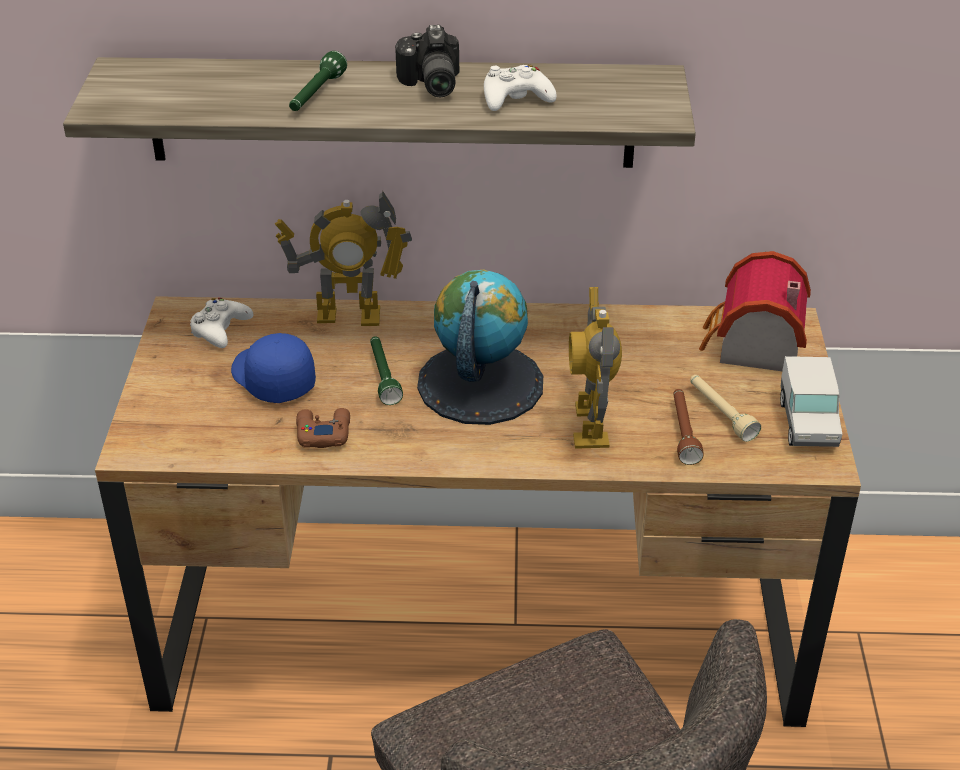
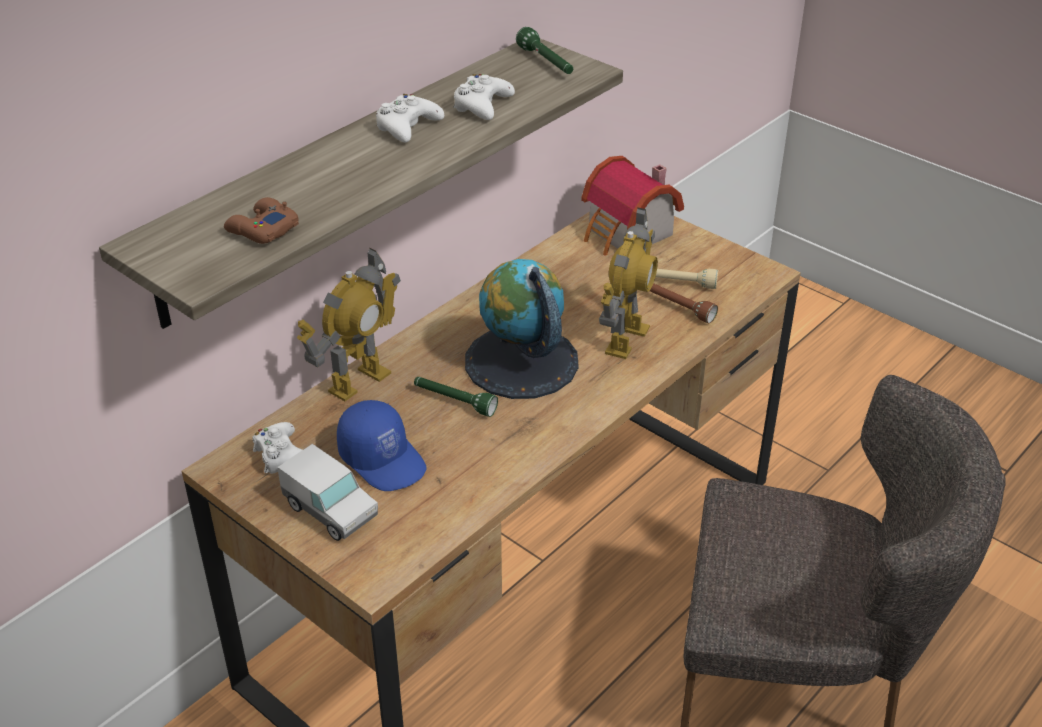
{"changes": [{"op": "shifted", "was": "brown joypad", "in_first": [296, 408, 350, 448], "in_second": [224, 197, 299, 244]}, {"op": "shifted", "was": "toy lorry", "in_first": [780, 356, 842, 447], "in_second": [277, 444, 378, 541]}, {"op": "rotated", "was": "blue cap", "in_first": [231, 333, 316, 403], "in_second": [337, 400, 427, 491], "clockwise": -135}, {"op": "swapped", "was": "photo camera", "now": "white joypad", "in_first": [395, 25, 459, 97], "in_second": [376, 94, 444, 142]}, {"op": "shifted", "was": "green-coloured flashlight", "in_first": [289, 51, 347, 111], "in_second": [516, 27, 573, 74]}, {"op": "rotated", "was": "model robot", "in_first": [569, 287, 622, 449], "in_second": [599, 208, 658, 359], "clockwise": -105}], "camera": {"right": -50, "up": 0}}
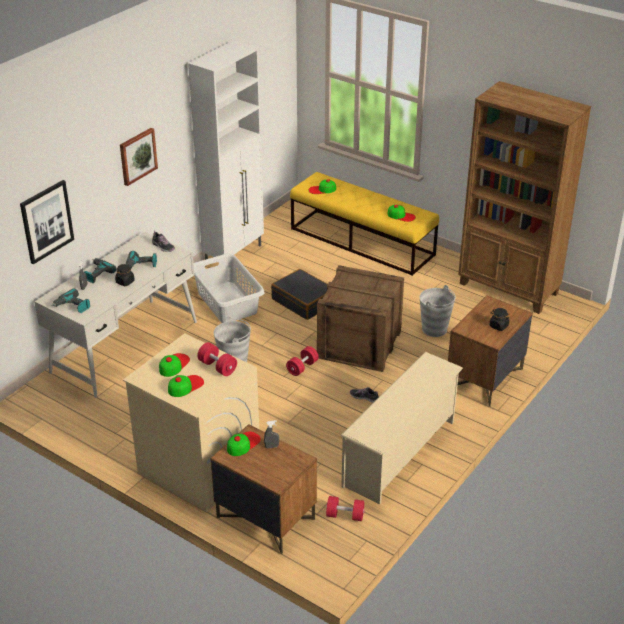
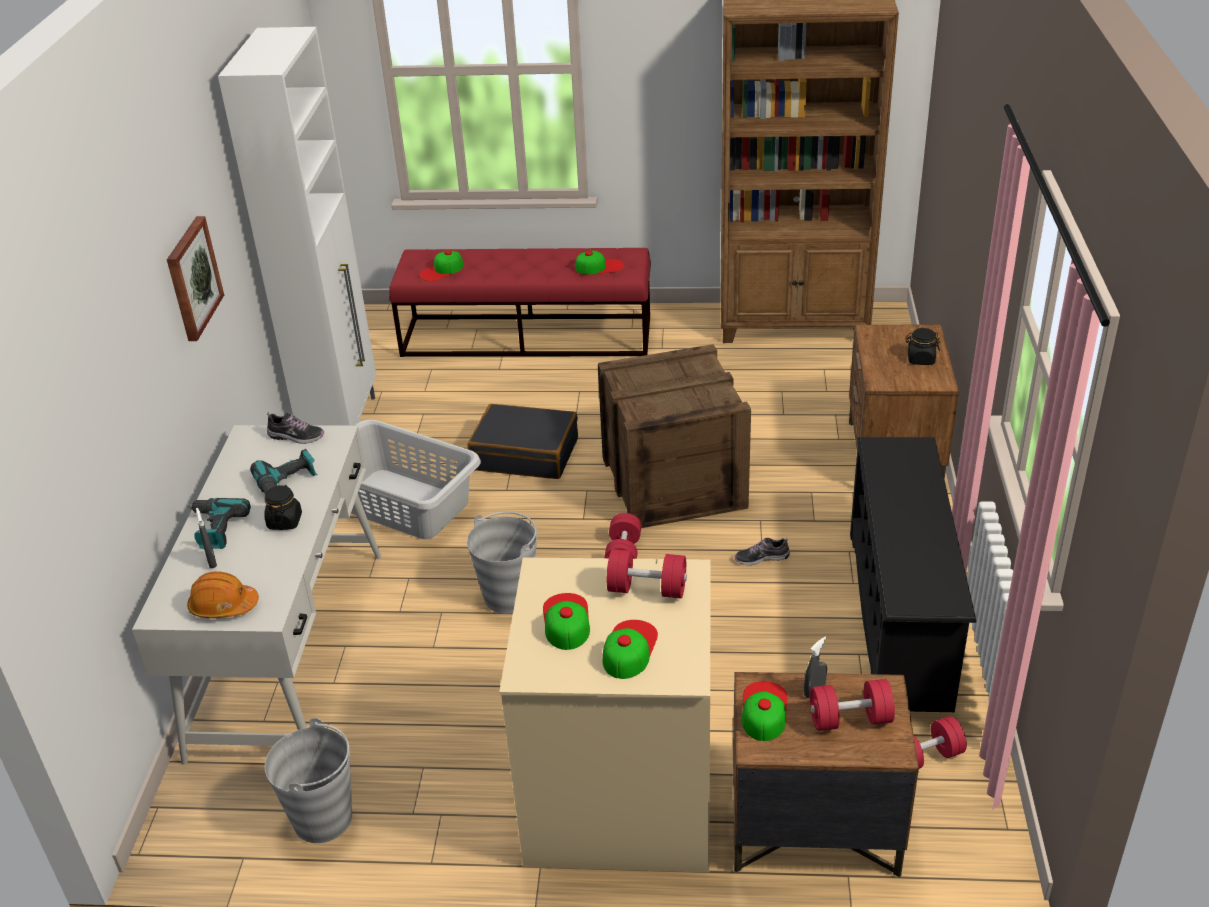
{"changes": [{"op": "swapped", "was": "power drill", "now": "orange hard hat", "in_first": [51, 288, 90, 313], "in_second": [187, 571, 259, 618]}, {"op": "shifted", "was": "gray water bucket", "in_first": [420, 285, 456, 337], "in_second": [265, 718, 352, 843]}, {"op": "repainted", "was": "yellow indoor bench", "now": "reddish indoor bench", "in_first": [290, 172, 439, 276], "in_second": [389, 248, 651, 357]}, {"op": "new", "now": "reddish hand weight", "in_second": [810, 679, 895, 731]}, {"op": "repainted", "was": "beige-coloured shoe shelf", "now": "blackish shoe shelf", "in_first": [340, 352, 463, 505], "in_second": [850, 437, 976, 712]}, {"op": "gone", "was": "picture", "in_first": [20, 180, 74, 264]}], "camera": {"right": -30, "up": 0}}
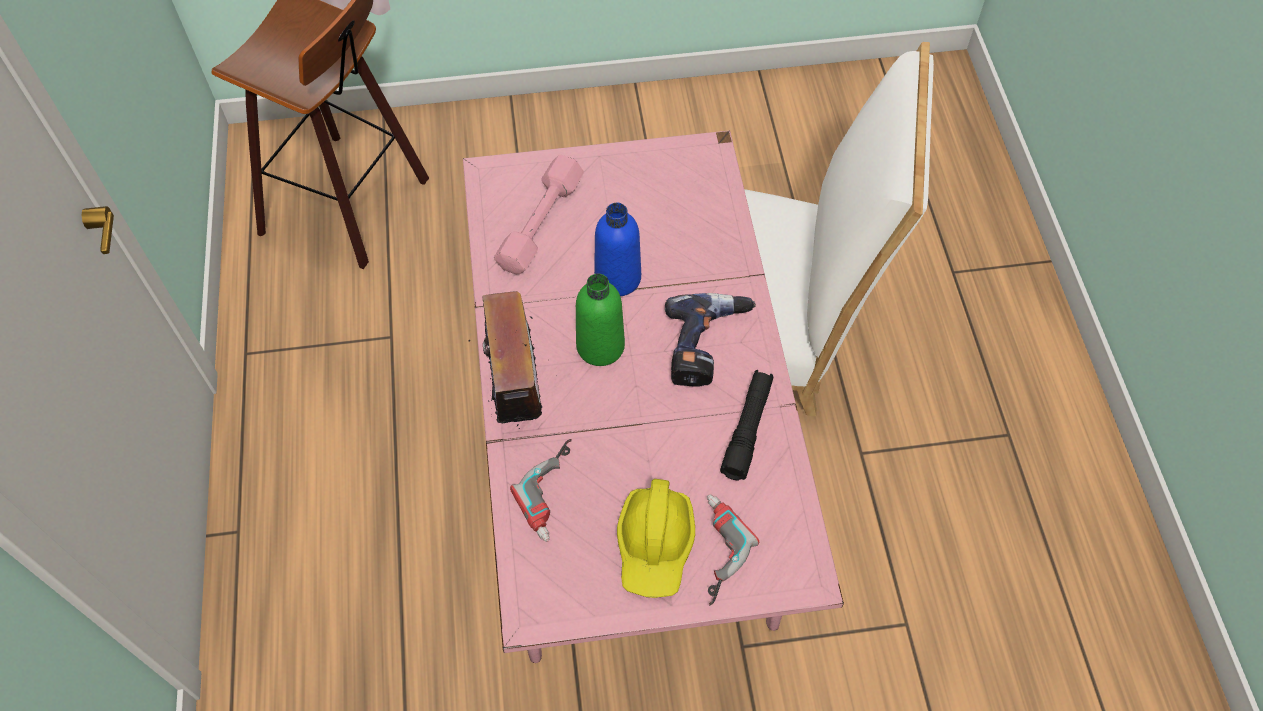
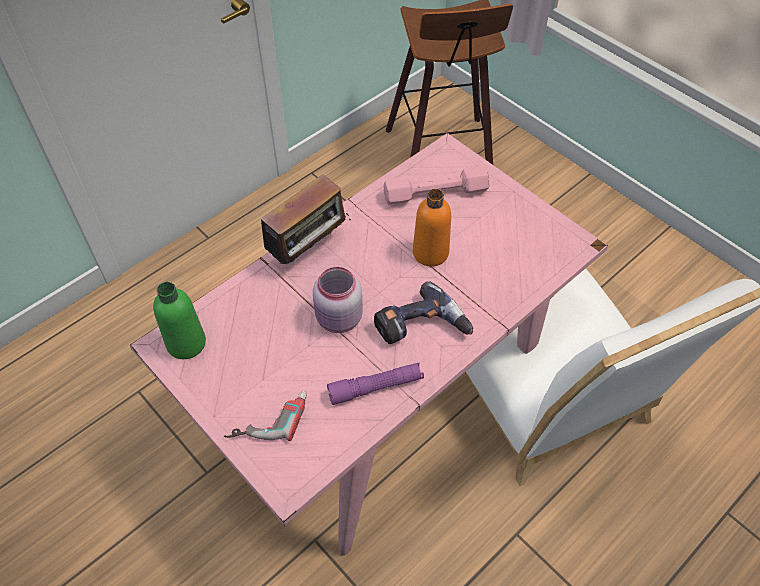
{"changes": [{"op": "shifted", "was": "green-coloured drink bottle", "in_first": [576, 273, 625, 366], "in_second": [153, 282, 206, 359]}, {"op": "new", "now": "pink-coloured preserve jar", "in_second": [313, 267, 363, 333]}, {"op": "repainted", "was": "blackish flashlight", "now": "purplish flashlight", "in_first": [720, 370, 774, 481], "in_second": [327, 362, 424, 405]}, {"op": "repainted", "was": "blue drink bottle", "now": "orange drink bottle", "in_first": [594, 203, 641, 296], "in_second": [413, 189, 451, 267]}, {"op": "gone", "was": "power drill", "in_first": [510, 439, 572, 542]}, {"op": "gone", "was": "yellow hard hat", "in_first": [617, 479, 695, 598]}], "camera": {"right": 55, "up": -5}}
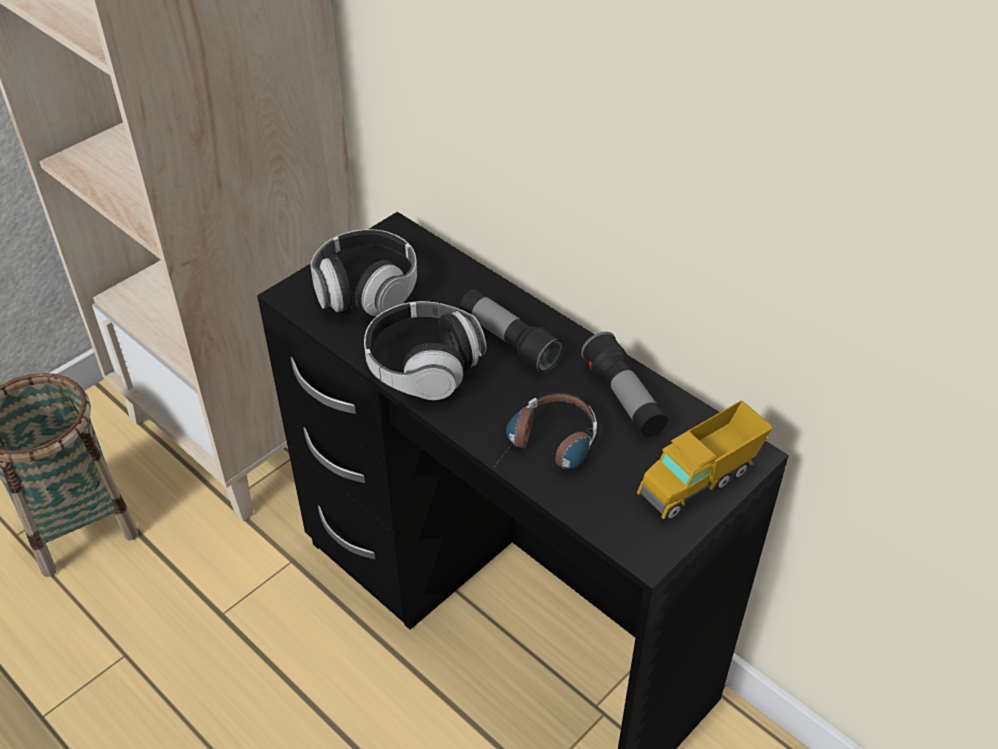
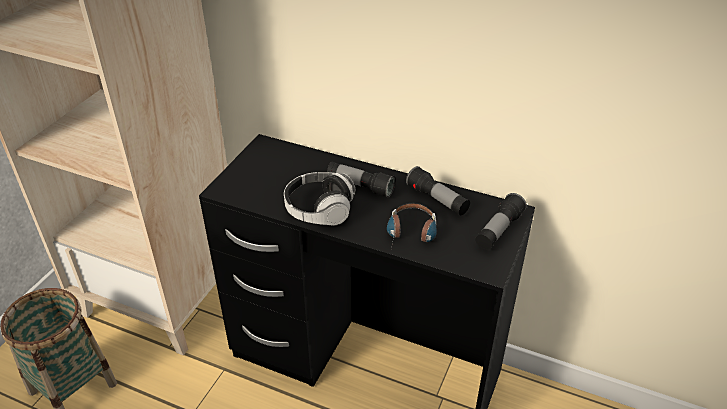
{"changes": [{"op": "swapped", "was": "toy lorry", "now": "flashlight", "in_first": [637, 400, 773, 521], "in_second": [475, 193, 527, 250]}, {"op": "gone", "was": "pair of headphones", "in_first": [310, 229, 417, 316]}], "camera": {"right": -20, "up": -5}}
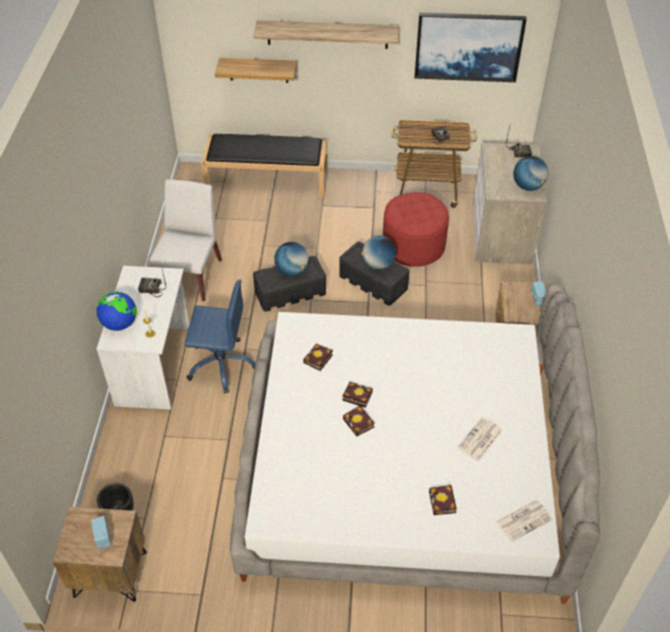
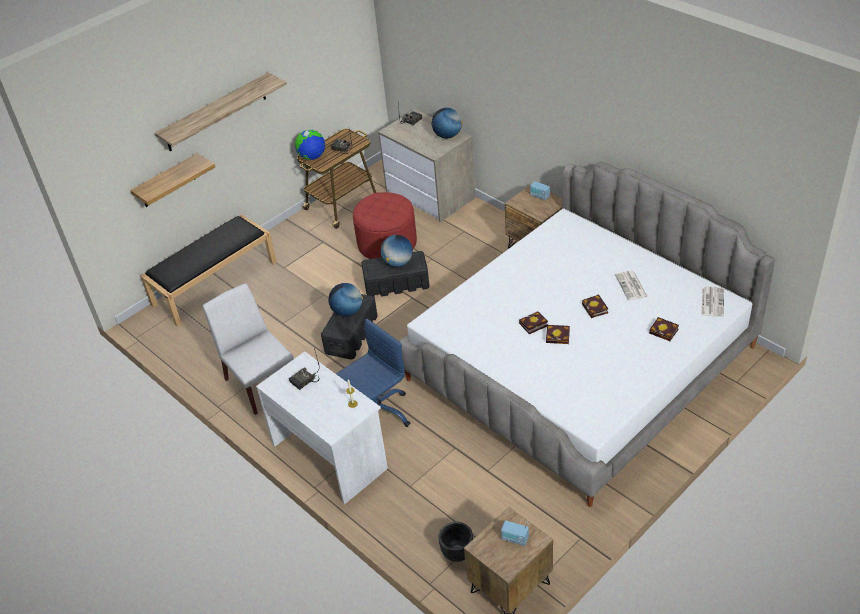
{"changes": [{"op": "shifted", "was": "world globe", "in_first": [96, 292, 137, 331], "in_second": [295, 130, 325, 160]}, {"op": "shifted", "was": "volume", "in_first": [303, 344, 333, 371], "in_second": [582, 294, 608, 318]}, {"op": "gone", "was": "picture", "in_first": [415, 13, 527, 82]}], "camera": {"right": -45, "up": -5}}
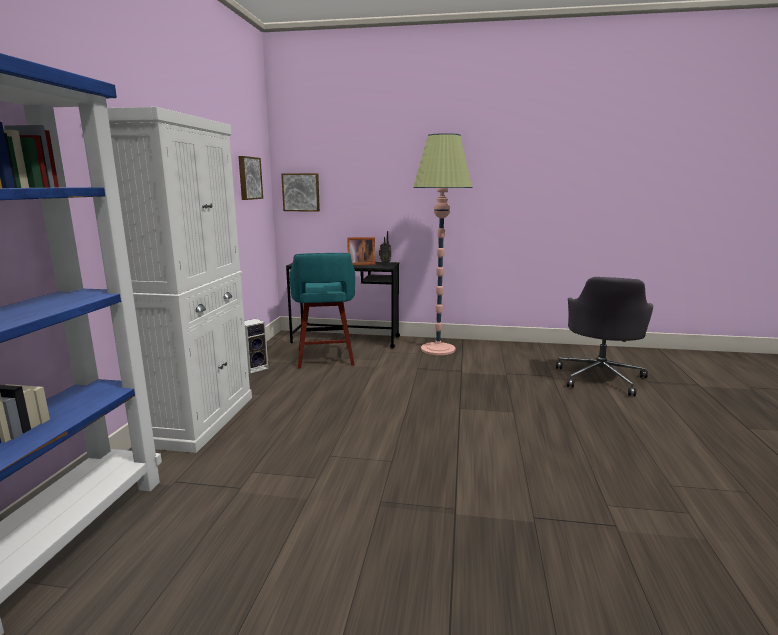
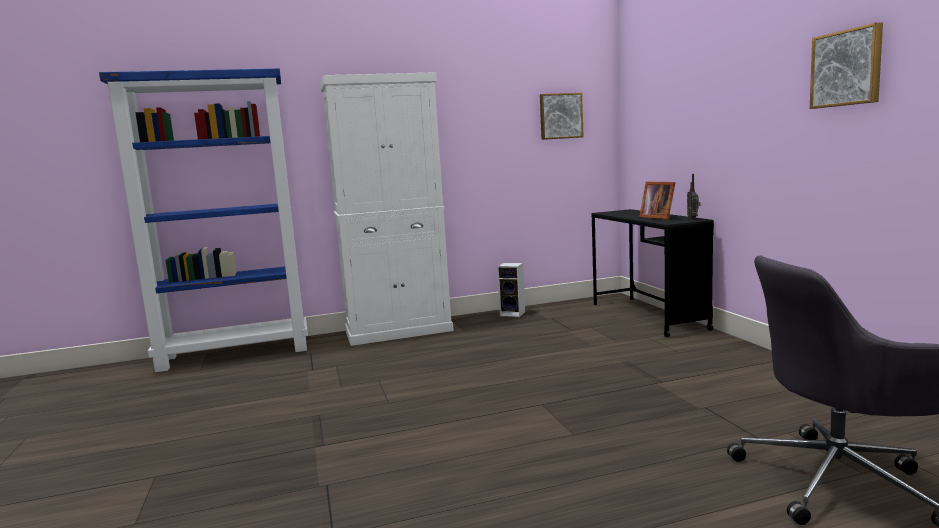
{"changes": [{"op": "shifted", "was": "picture", "in_first": [281, 173, 320, 212], "in_second": [810, 23, 883, 109]}, {"op": "gone", "was": "turquoise sitting stool", "in_first": [289, 253, 355, 368]}, {"op": "gone", "was": "floor lamp", "in_first": [413, 133, 472, 355]}], "camera": {"right": 65, "up": -5}}
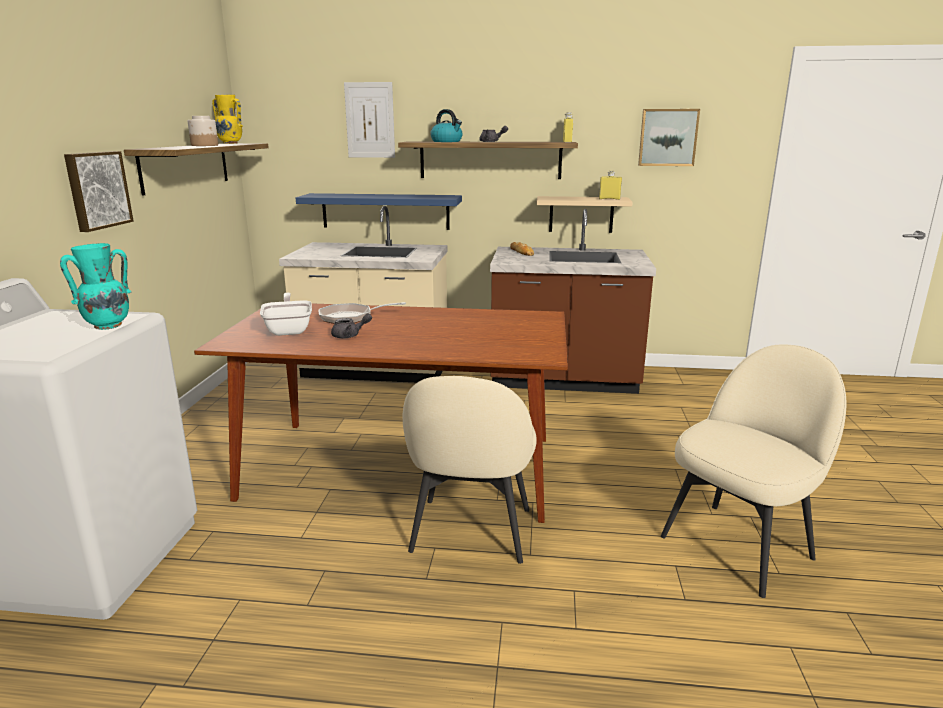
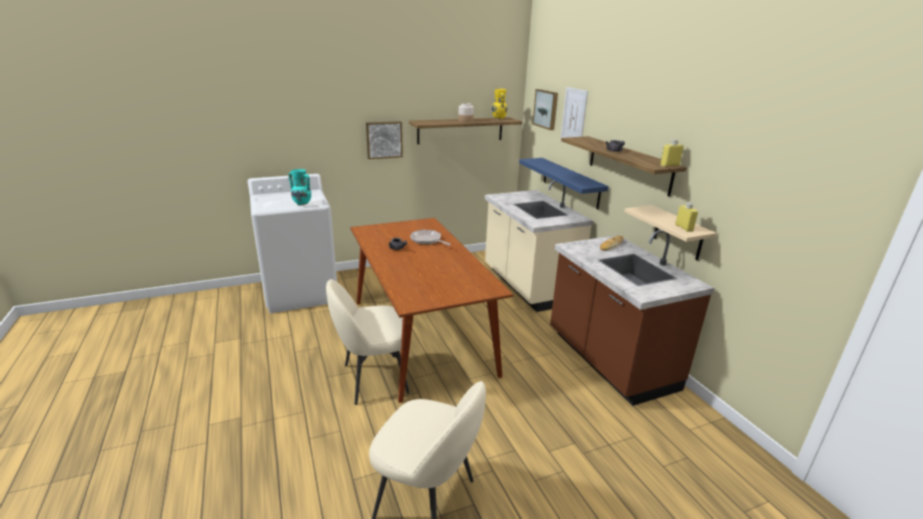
{"changes": [{"op": "shifted", "was": "picture", "in_first": [638, 109, 700, 166], "in_second": [533, 89, 558, 130]}, {"op": "gone", "was": "skillet", "in_first": [260, 293, 312, 336]}, {"op": "gone", "was": "kettle", "in_first": [430, 109, 463, 142]}], "camera": {"right": 60, "up": 5}}
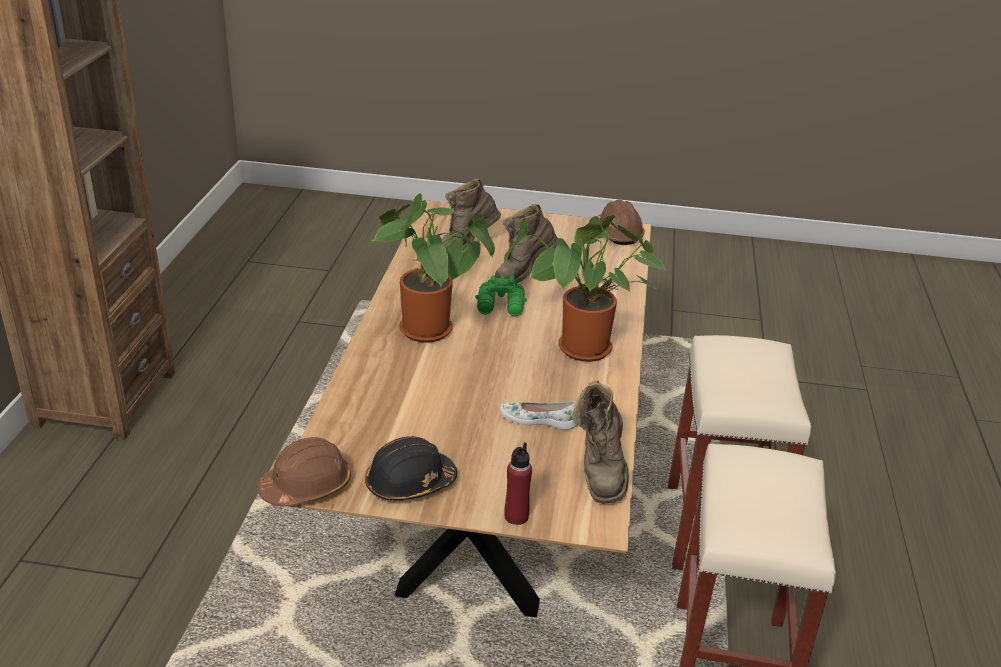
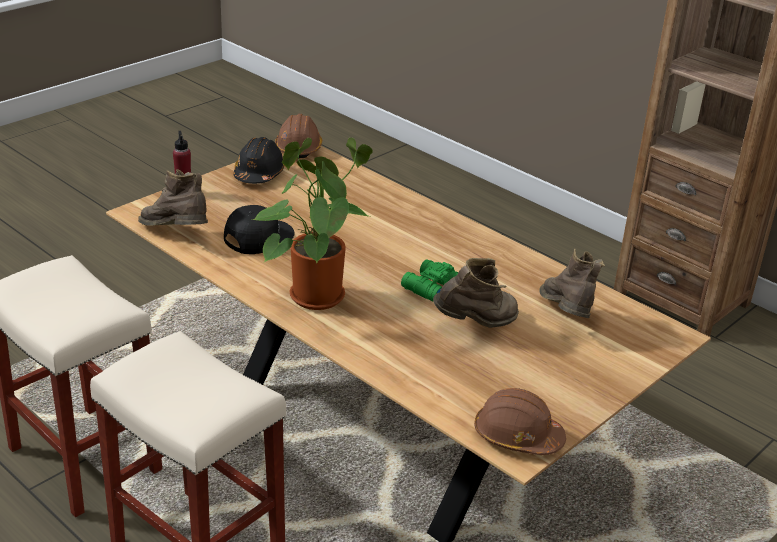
{"changes": [{"op": "swapped", "was": "white low shoe", "now": "blackish cap", "in_first": [500, 401, 577, 430], "in_second": [224, 205, 295, 254]}, {"op": "rotated", "was": "brown tall boot", "in_first": [495, 204, 558, 283], "in_second": [433, 258, 519, 328], "clockwise": 75}, {"op": "gone", "was": "potted plant", "in_first": [372, 194, 495, 343]}], "camera": {"right": 125, "up": 0}}
